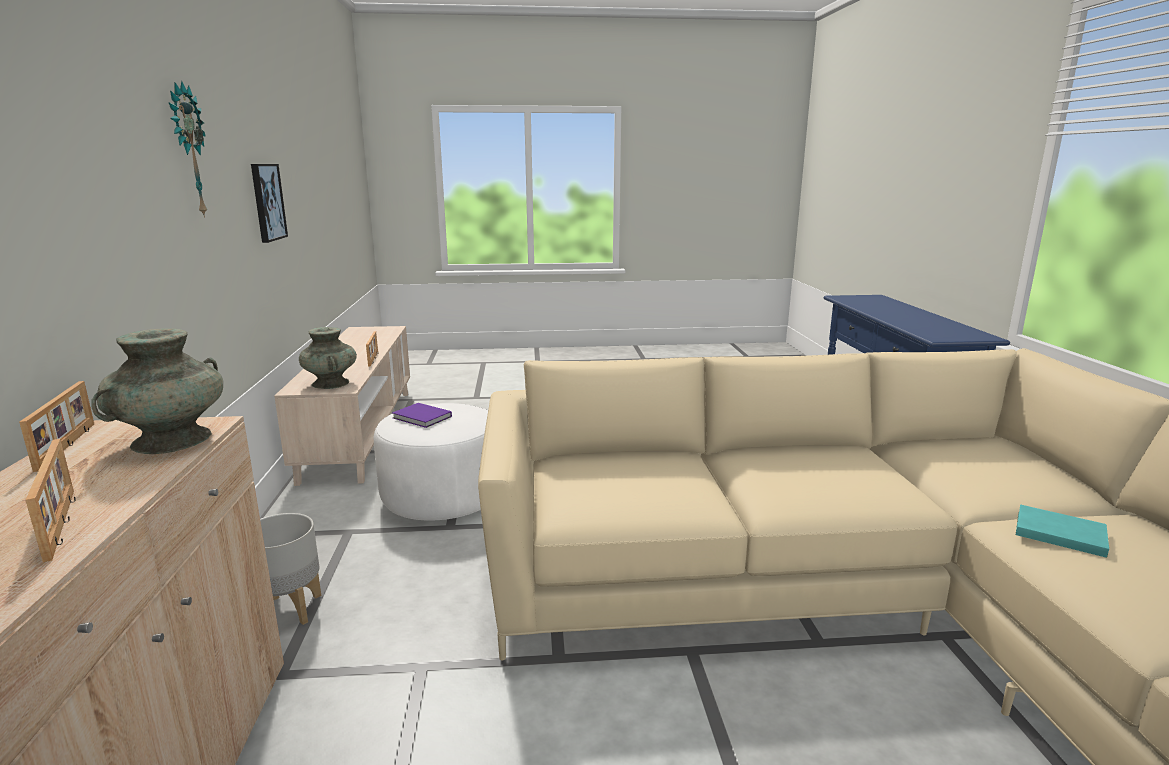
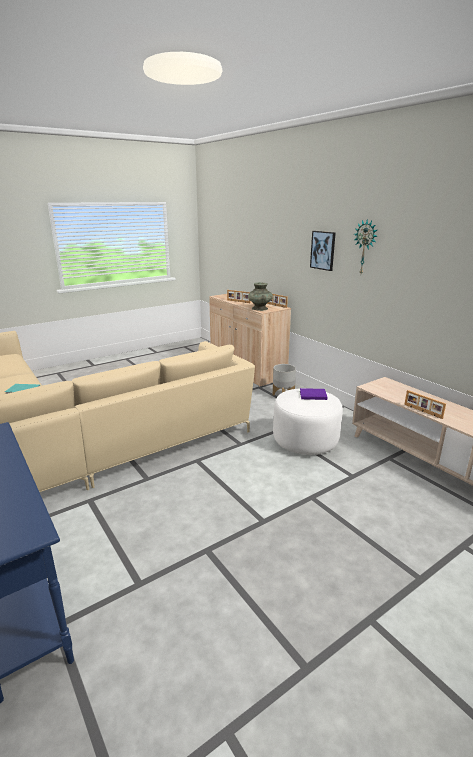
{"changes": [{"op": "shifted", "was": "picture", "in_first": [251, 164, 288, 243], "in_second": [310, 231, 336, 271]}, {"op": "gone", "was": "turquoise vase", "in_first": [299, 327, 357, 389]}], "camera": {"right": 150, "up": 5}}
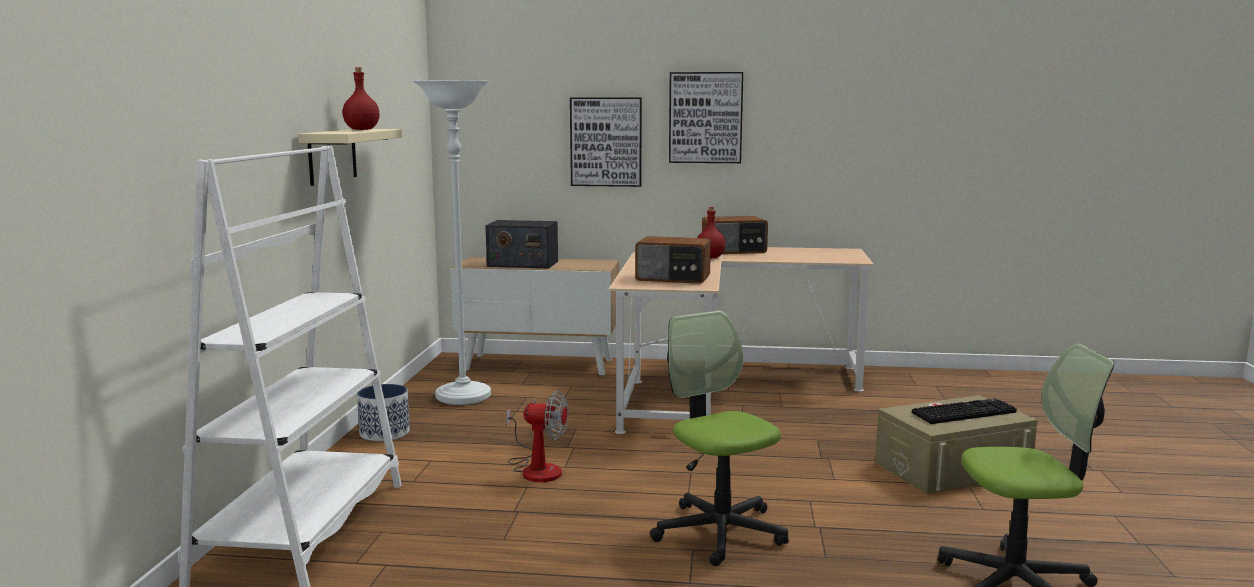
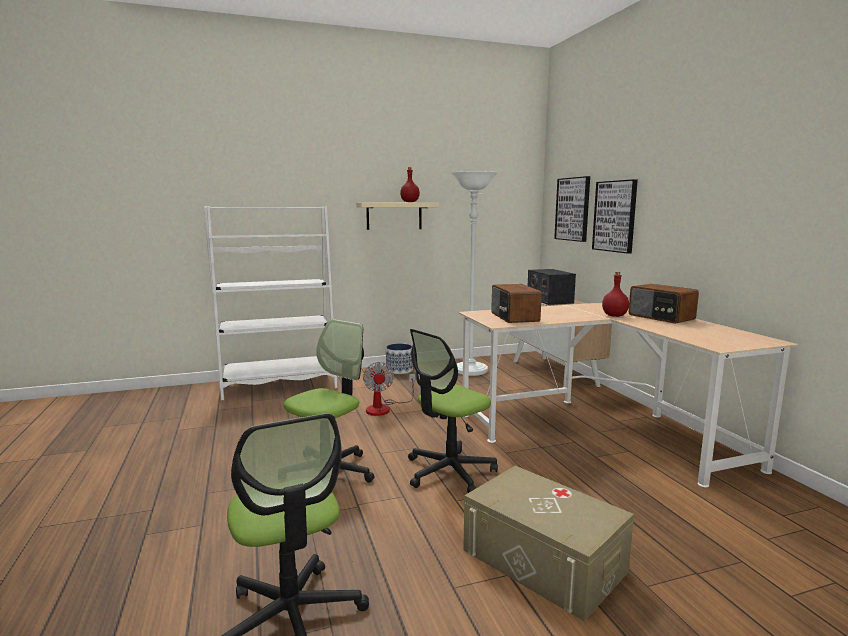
{"changes": [{"op": "new", "now": "desk chair", "in_second": [408, 329, 498, 493]}, {"op": "shifted", "was": "picture", "in_first": [669, 72, 743, 163], "in_second": [554, 176, 590, 242]}, {"op": "gone", "was": "computer keyboard", "in_first": [912, 398, 1017, 424]}], "camera": {"right": 65, "up": 0}}
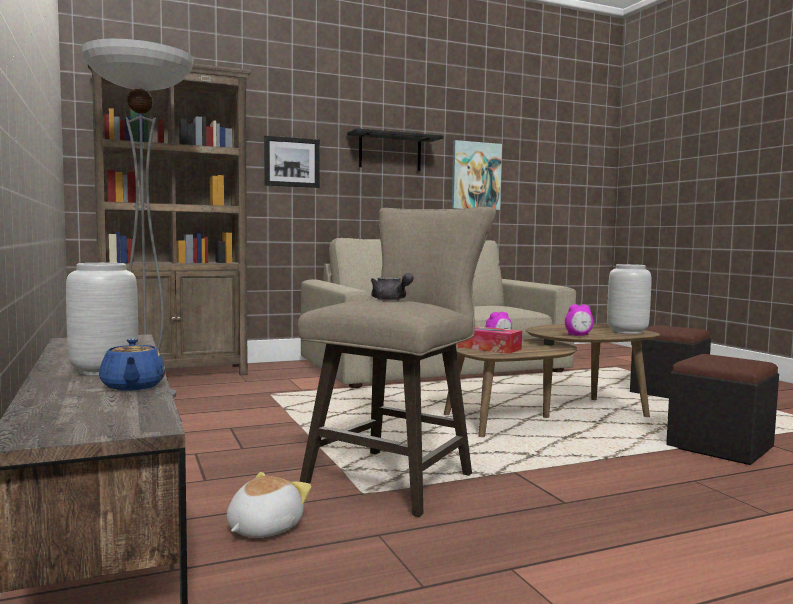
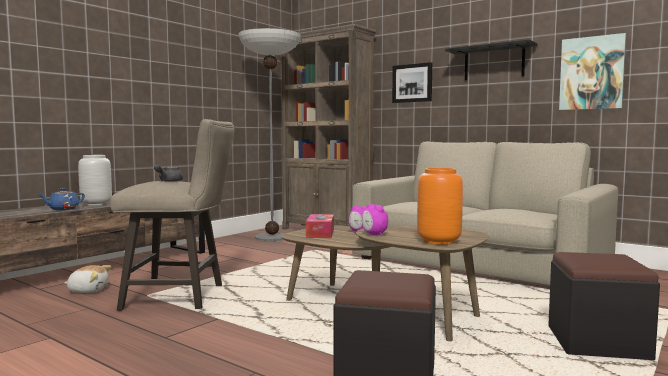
{"changes": [{"op": "repainted", "was": "gray vase", "now": "orange vase", "in_first": [607, 264, 651, 334], "in_second": [417, 168, 463, 245]}], "camera": {"right": 60, "up": 0}}
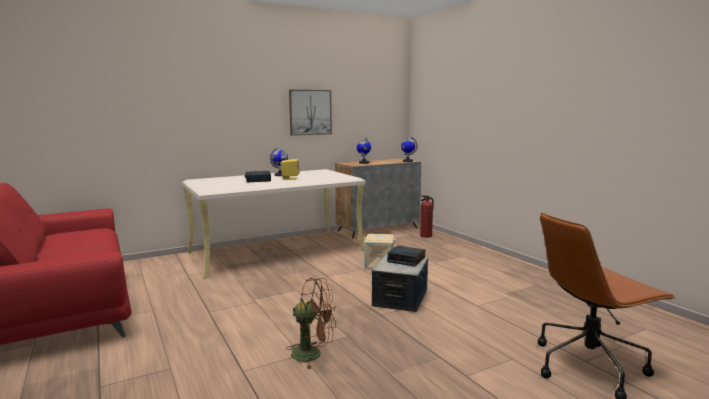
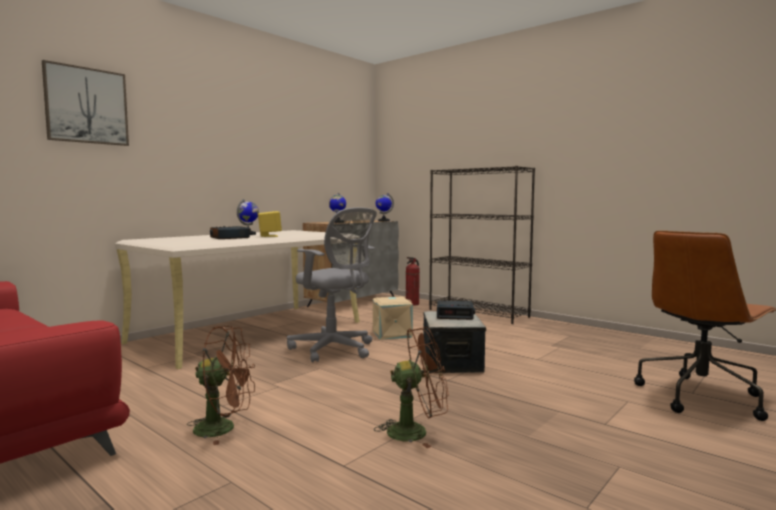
{"changes": [{"op": "shifted", "was": "picture", "in_first": [289, 90, 332, 136], "in_second": [42, 60, 129, 146]}, {"op": "new", "now": "brown cooling fan", "in_second": [187, 326, 255, 445]}, {"op": "new", "now": "gray desk chair", "in_second": [287, 207, 377, 363]}, {"op": "new", "now": "blackish bookshelf", "in_second": [429, 166, 535, 324]}], "camera": {"right": -20, "up": -5}}
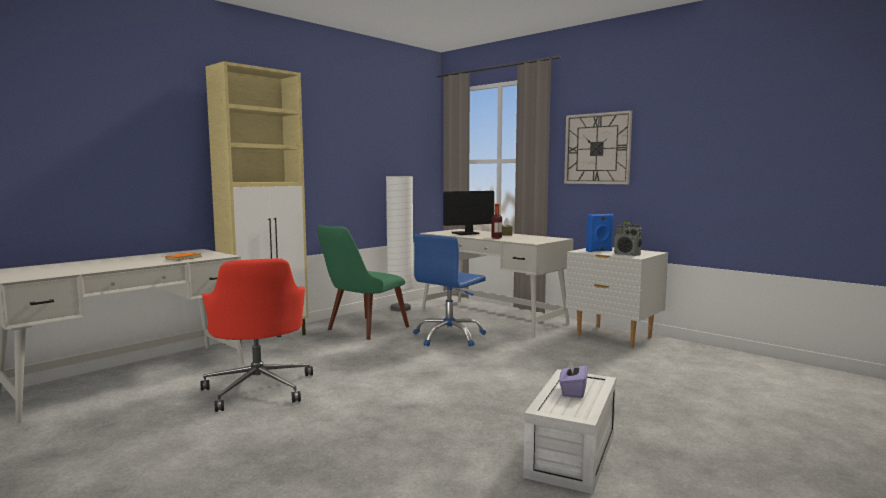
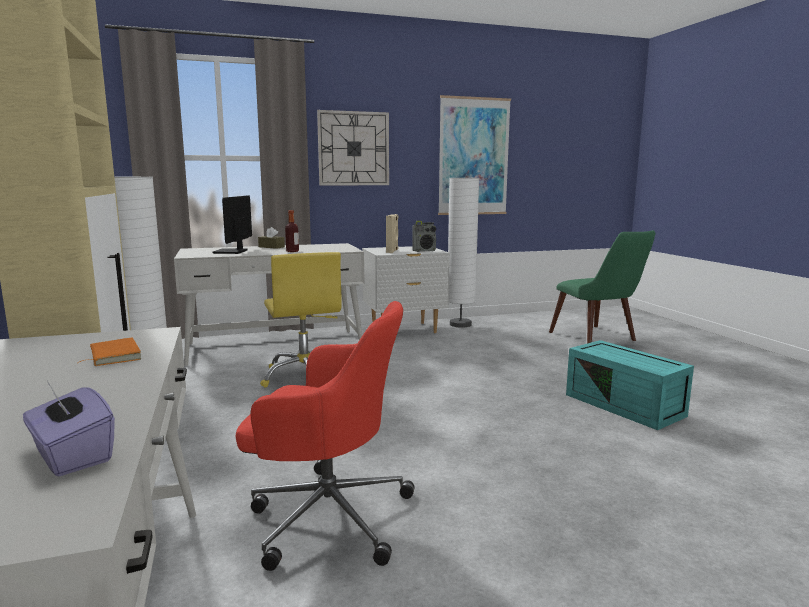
{"changes": [{"op": "shifted", "was": "purplish tissue box", "in_first": [559, 359, 588, 398], "in_second": [23, 381, 115, 476]}, {"op": "repainted", "was": "blue desk chair", "now": "yellow desk chair", "in_first": [413, 234, 486, 347], "in_second": [260, 252, 342, 387]}, {"op": "repainted", "was": "blue loudspeaker", "now": "beige-coloured loudspeaker", "in_first": [586, 214, 614, 252], "in_second": [386, 214, 399, 253]}, {"op": "new", "now": "picture", "in_second": [438, 95, 511, 215]}, {"op": "new", "now": "white floor lamp", "in_second": [448, 178, 479, 328]}, {"op": "shifted", "was": "green-coloured plain chair", "in_first": [317, 225, 409, 340], "in_second": [549, 230, 655, 343]}, {"op": "repainted", "was": "white storage bin", "now": "turquoise storage bin", "in_first": [523, 369, 616, 494], "in_second": [566, 340, 694, 430]}], "camera": {"right": -60, "up": 5}}
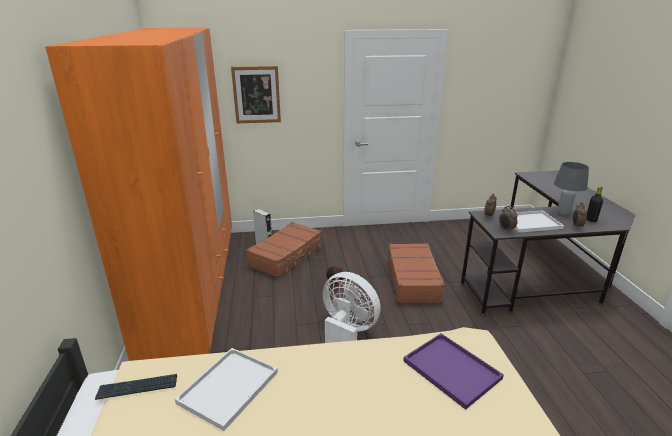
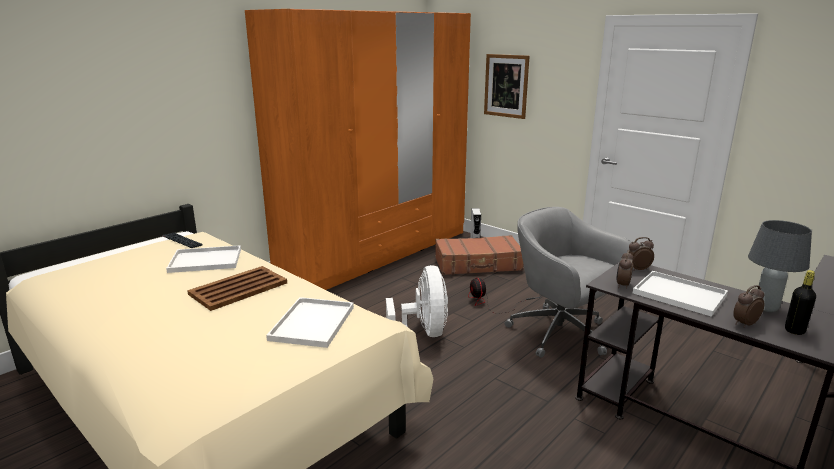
{"changes": [{"op": "new", "now": "brown serving tray", "in_second": [187, 266, 287, 311]}, {"op": "repainted", "was": "purplish serving tray", "now": "white serving tray", "in_first": [403, 333, 504, 410], "in_second": [266, 297, 354, 348]}, {"op": "swapped", "was": "brown suitcase", "now": "gray desk chair", "in_first": [388, 243, 445, 303], "in_second": [505, 207, 632, 358]}], "camera": {"right": 50, "up": -5}}
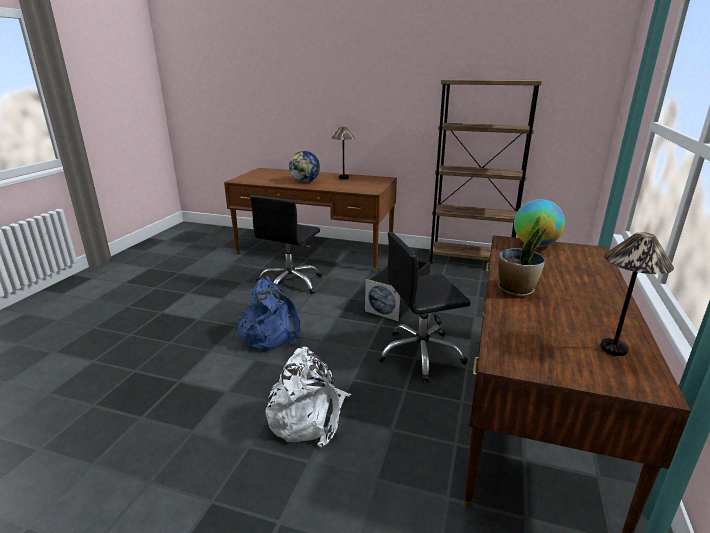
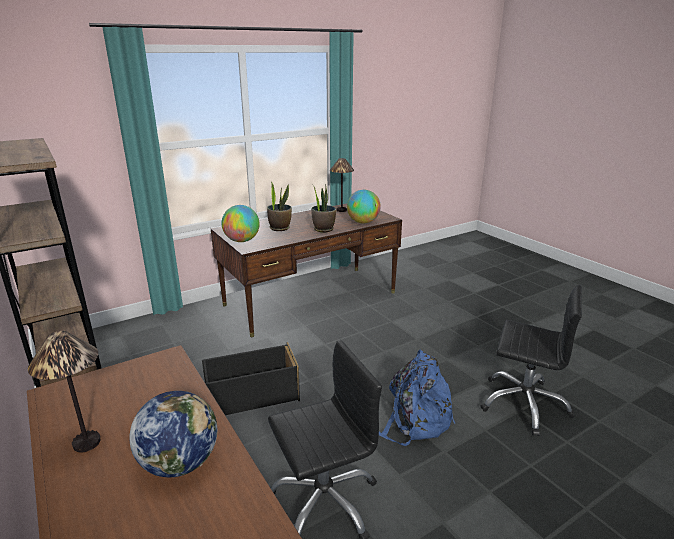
{"changes": [{"op": "new", "now": "potted plant", "in_second": [267, 182, 292, 231]}, {"op": "new", "now": "world globe", "in_second": [347, 190, 381, 223]}, {"op": "shifted", "was": "blackish desk chair", "in_first": [377, 232, 471, 382], "in_second": [481, 285, 582, 436]}, {"op": "gone", "was": "white backpack", "in_first": [265, 347, 352, 447]}], "camera": {"right": -140, "up": 0}}
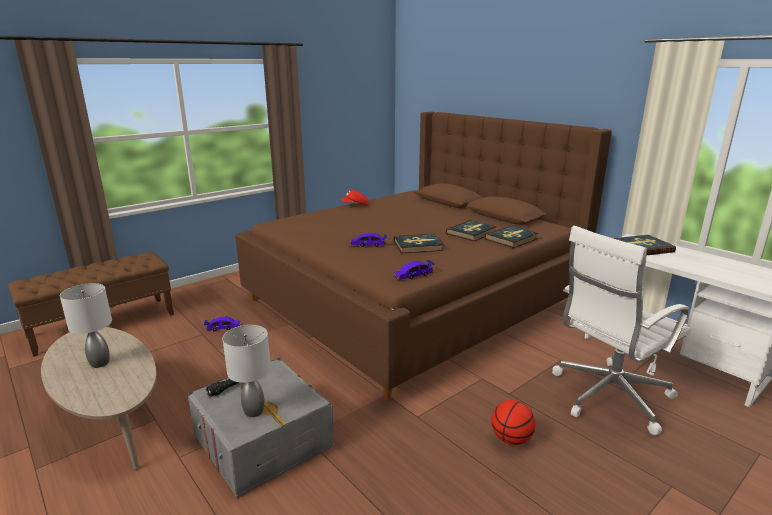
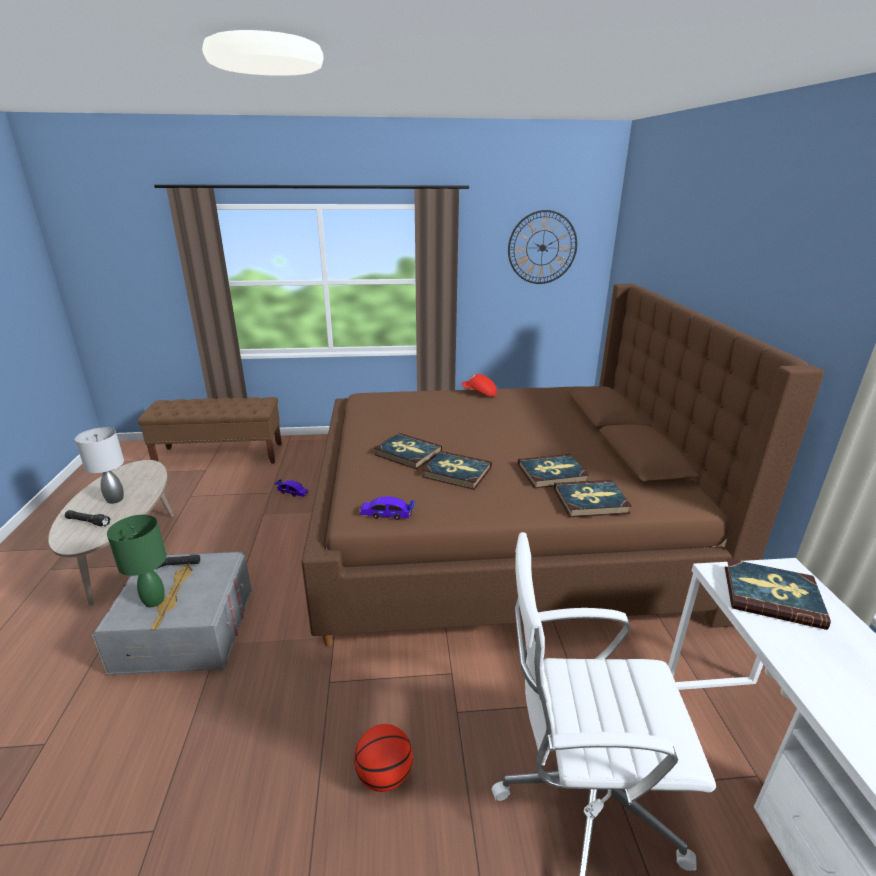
{"changes": [{"op": "new", "now": "blackish flashlight", "in_second": [65, 510, 111, 526]}, {"op": "repainted", "was": "gray tabletop lamp", "now": "green-coloured tabletop lamp", "in_first": [222, 325, 271, 417], "in_second": [107, 515, 167, 607]}, {"op": "swapped", "was": "model car", "now": "volume", "in_first": [350, 233, 387, 247], "in_second": [374, 433, 442, 469]}, {"op": "new", "now": "hanging clock", "in_second": [508, 210, 577, 284]}], "camera": {"right": 35, "up": 5}}
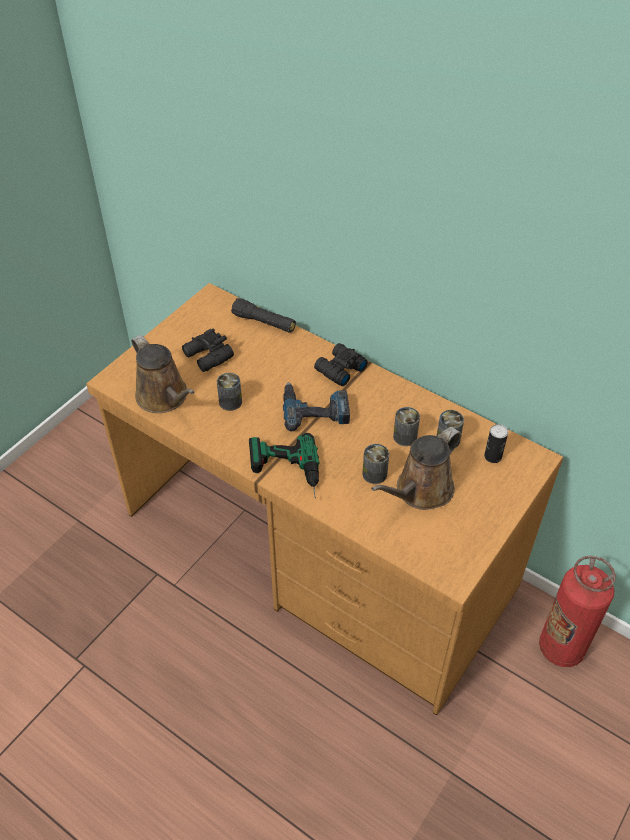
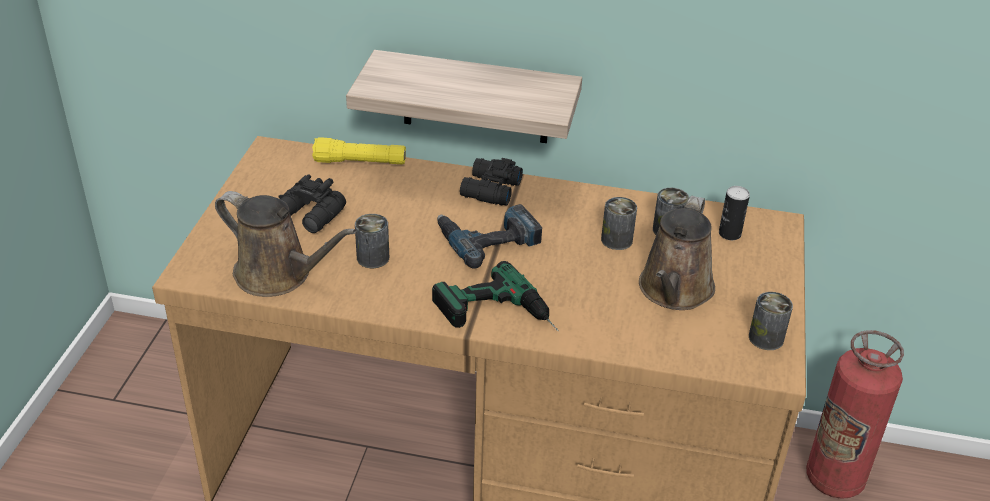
{"changes": [{"op": "repainted", "was": "blackish flashlight", "now": "yellow flashlight", "in_first": [231, 298, 296, 333], "in_second": [312, 137, 406, 164]}, {"op": "new", "now": "shelf", "in_second": [346, 50, 582, 143]}, {"op": "shifted", "was": "metal can", "in_first": [363, 444, 389, 484], "in_second": [749, 292, 793, 350]}], "camera": {"right": -25, "up": -10}}
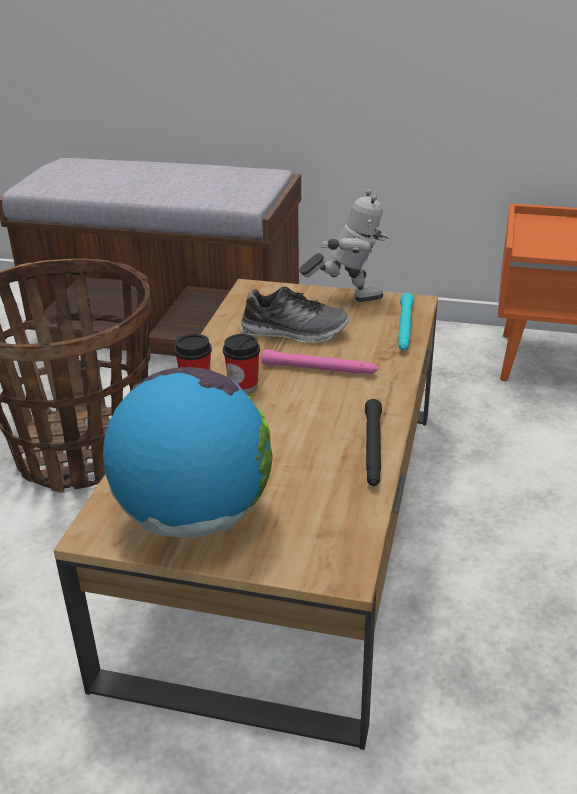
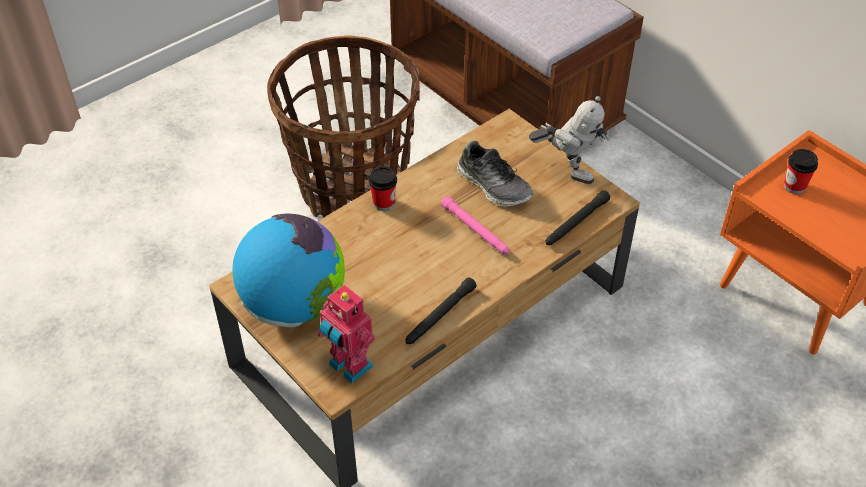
{"changes": [{"op": "new", "now": "model robot", "in_second": [318, 285, 375, 384]}, {"op": "repainted", "was": "turquoise flashlight", "now": "blackish flashlight", "in_first": [398, 293, 414, 351], "in_second": [545, 190, 610, 245]}, {"op": "shifted", "was": "drinking cup", "in_first": [223, 334, 260, 394], "in_second": [784, 149, 818, 194]}], "camera": {"right": 35, "up": 15}}
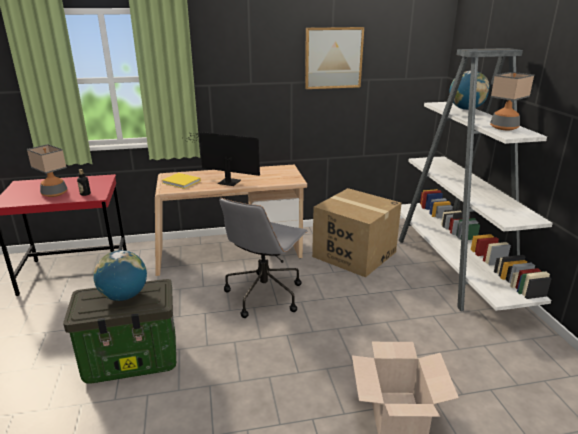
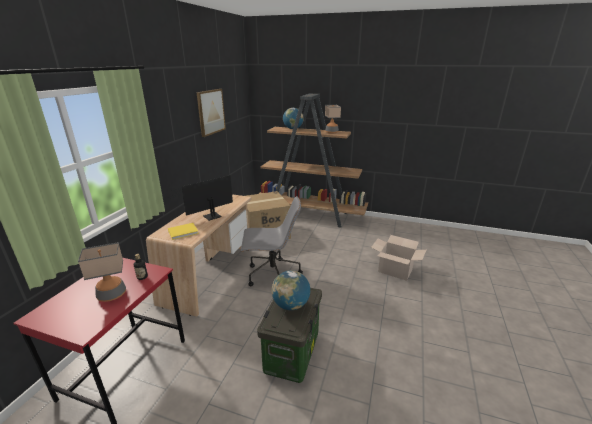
{"changes": [{"op": "rotated", "was": "gray desk chair", "in_first": [219, 198, 308, 318], "in_second": [241, 196, 303, 287], "clockwise": -60}, {"op": "repainted", "was": "white bookshelf", "now": "brown bookshelf", "in_first": [399, 48, 553, 311], "in_second": [259, 94, 368, 228]}], "camera": {"right": -60, "up": 0}}
